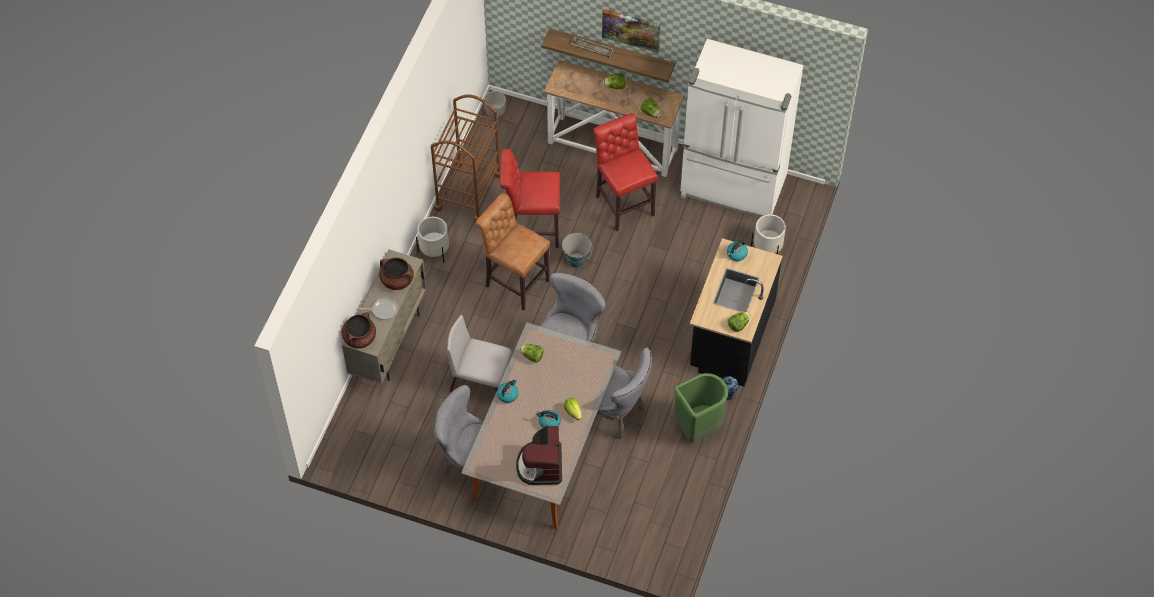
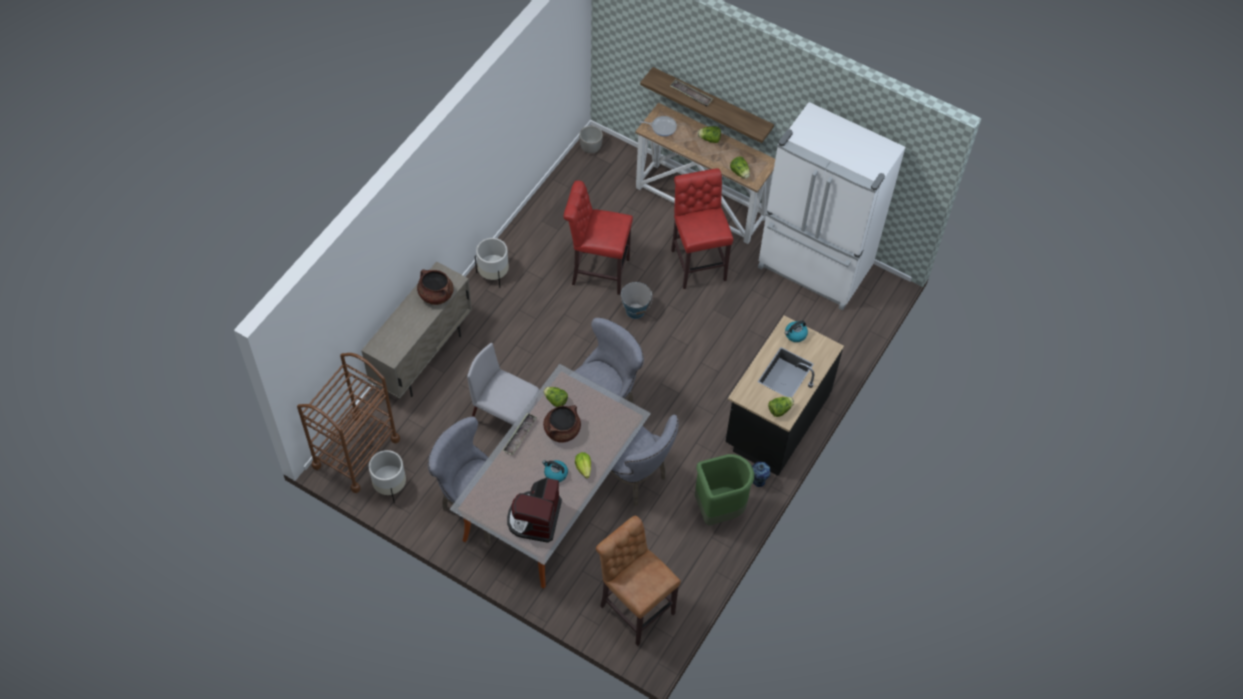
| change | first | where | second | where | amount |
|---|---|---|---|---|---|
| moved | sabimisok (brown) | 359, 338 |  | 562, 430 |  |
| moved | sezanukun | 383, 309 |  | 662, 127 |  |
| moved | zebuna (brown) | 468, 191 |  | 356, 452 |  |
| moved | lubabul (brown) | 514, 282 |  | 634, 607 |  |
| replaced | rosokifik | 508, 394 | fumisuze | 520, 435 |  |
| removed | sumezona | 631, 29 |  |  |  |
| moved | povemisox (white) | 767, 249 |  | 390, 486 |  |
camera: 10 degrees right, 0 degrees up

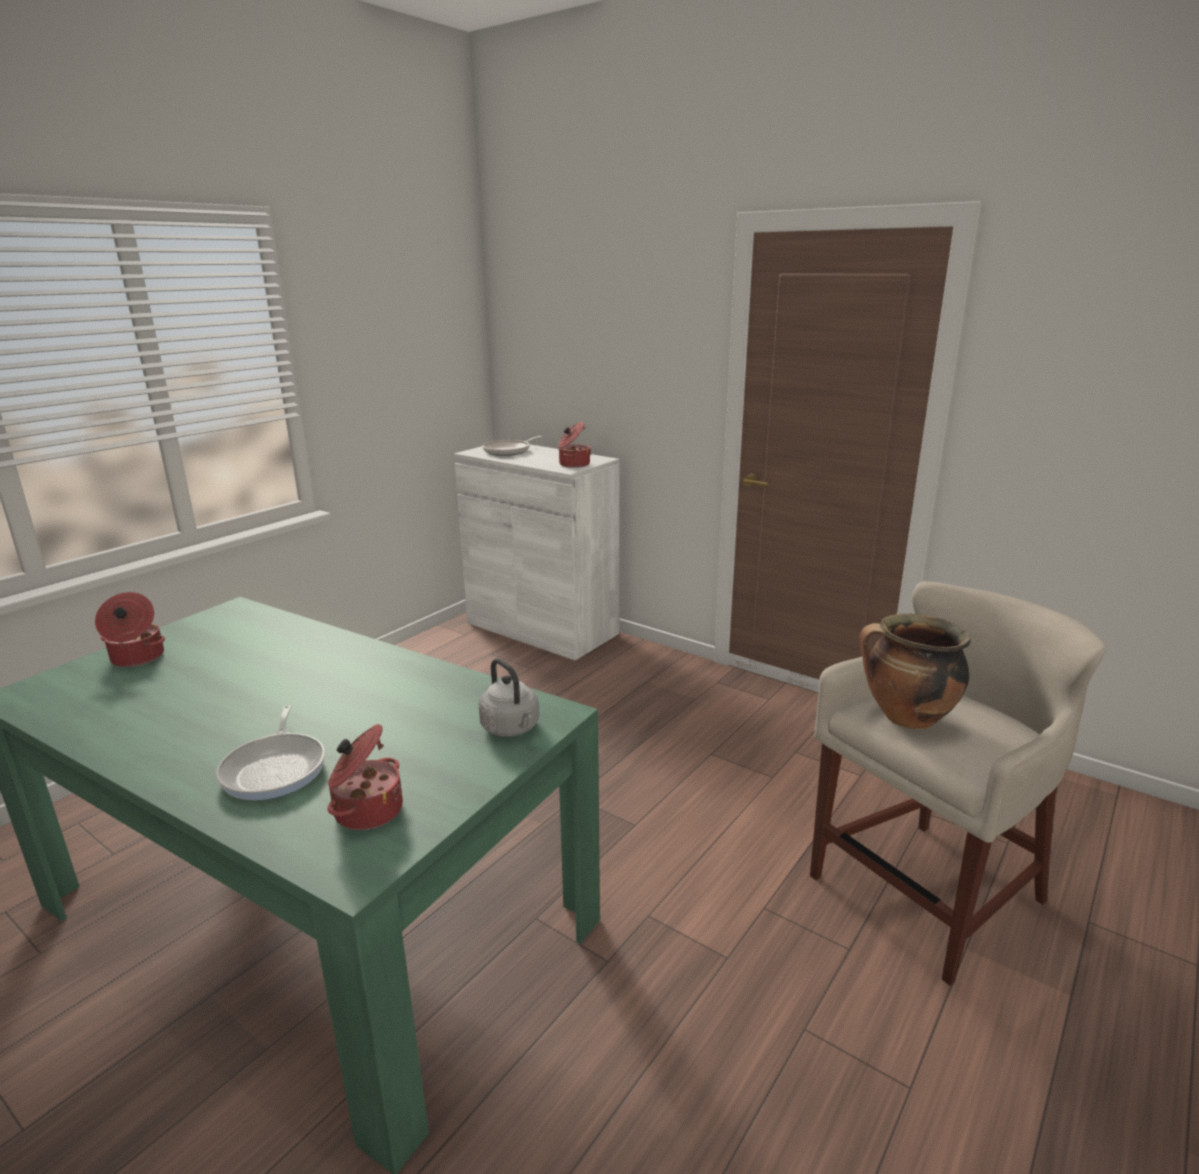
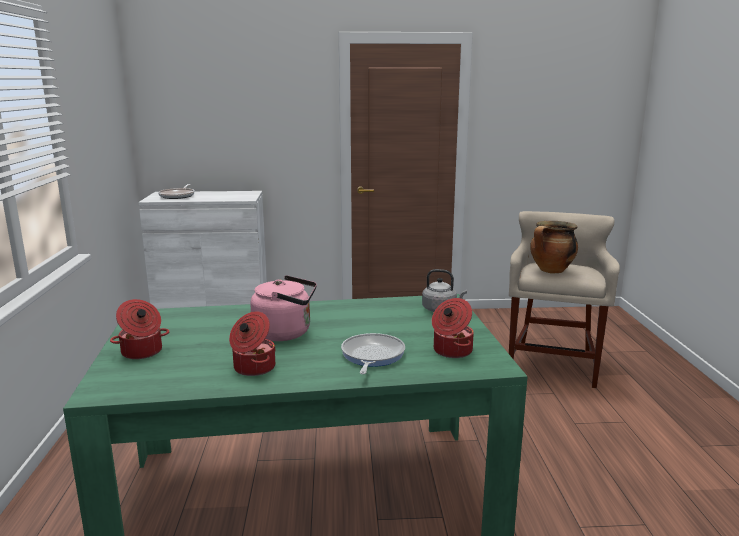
| change | first | where | second | where | amount |
|---|---|---|---|---|---|
| turned | sezanukun | 276, 768 |  | 371, 356 | 120 degrees counterclockwise |
| moved | sabimisok | 573, 464 |  | 253, 368 |  |
| added |  |  | rosokifik (pink) | 286, 333 |  |
camera: 40 degrees left, 5 degrees down

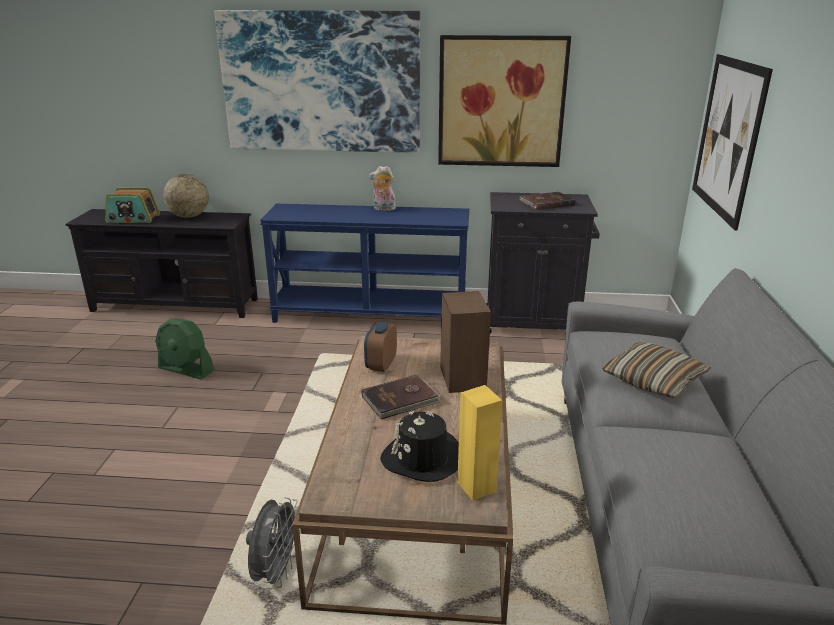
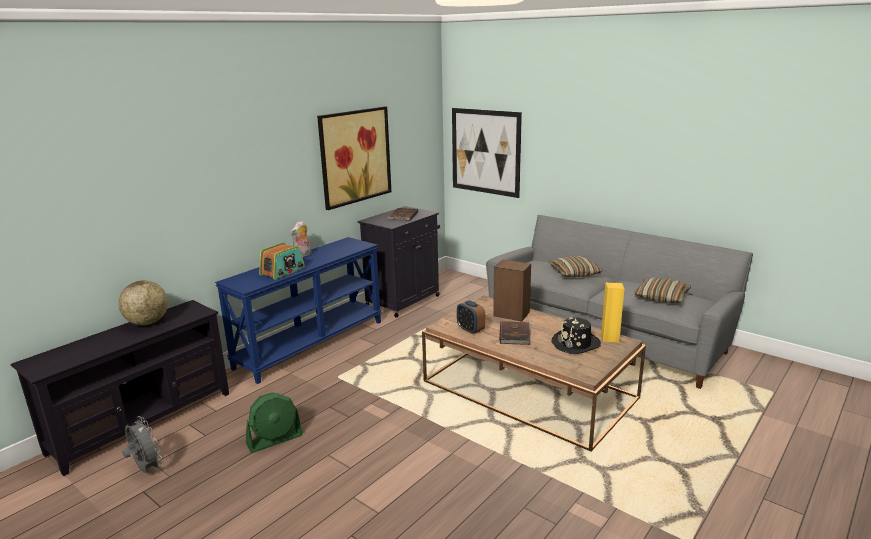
| change | first | where | second | where | amount |
|---|---|---|---|---|---|
| moved | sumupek | 133, 219 |  | 283, 271 |  |
| removed | sumezona | 321, 82 |  |  |  |
| moved | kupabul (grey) | 276, 573 |  | 146, 469 |  |
| added |  |  | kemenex | 661, 297 |  |
camera: 55 degrees left, 5 degrees down

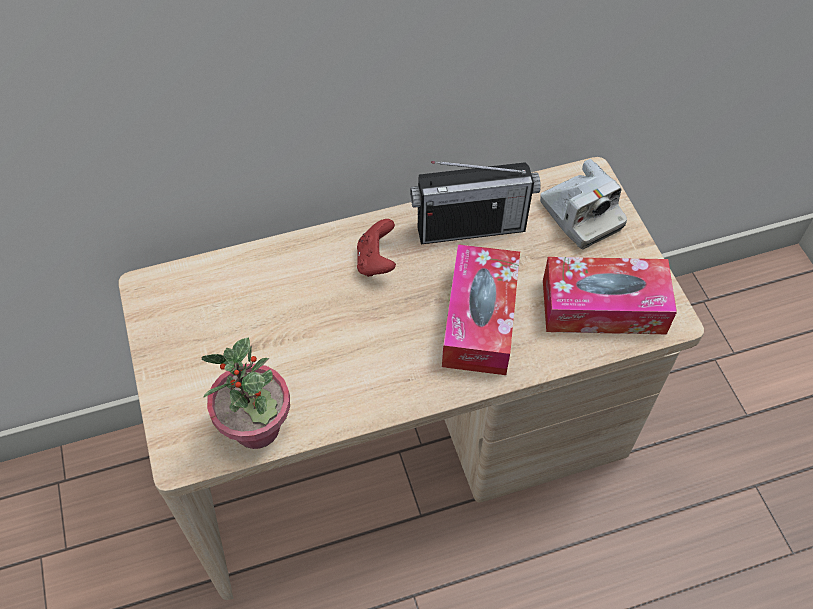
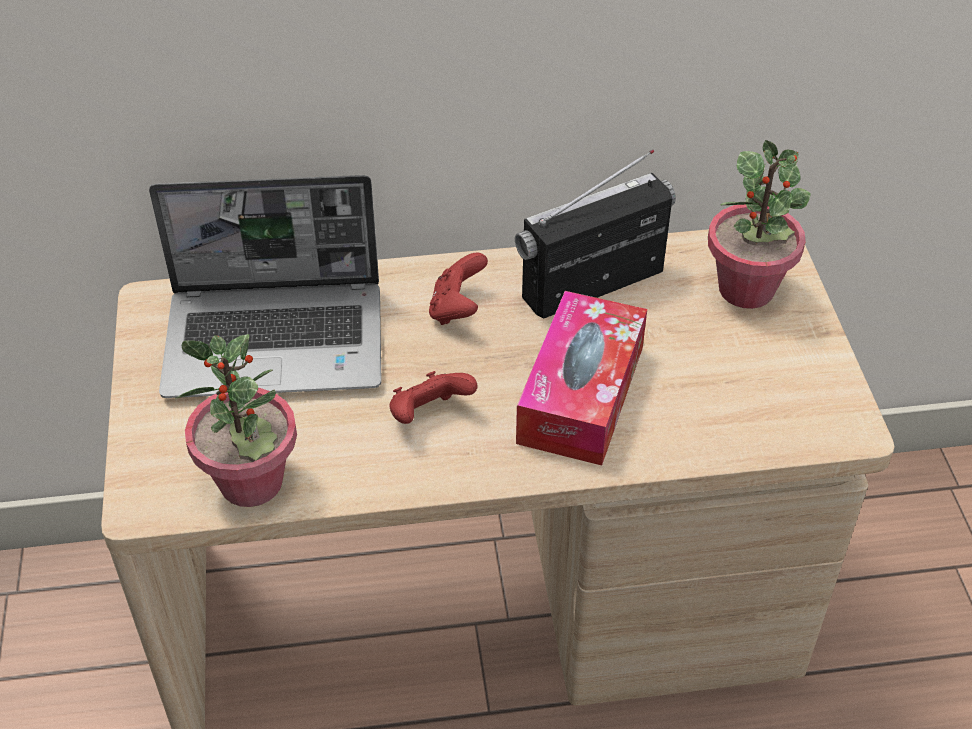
| change | first | where | second | where | amount |
|---|---|---|---|---|---|
| turned | sumupek | 470, 227 |  | 593, 285 | 150 degrees clockwise |
| replaced | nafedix | 580, 216 | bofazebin | 747, 289 |  |
| removed | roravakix | 603, 306 |  |  |  |
| added |  |  | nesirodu | 278, 340 |  |
| added |  |  | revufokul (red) | 429, 415 |  |
camera: 10 degrees right, 10 degrees down

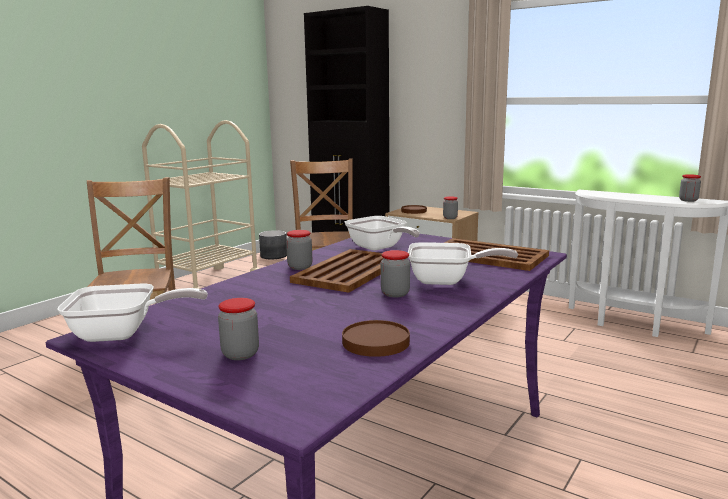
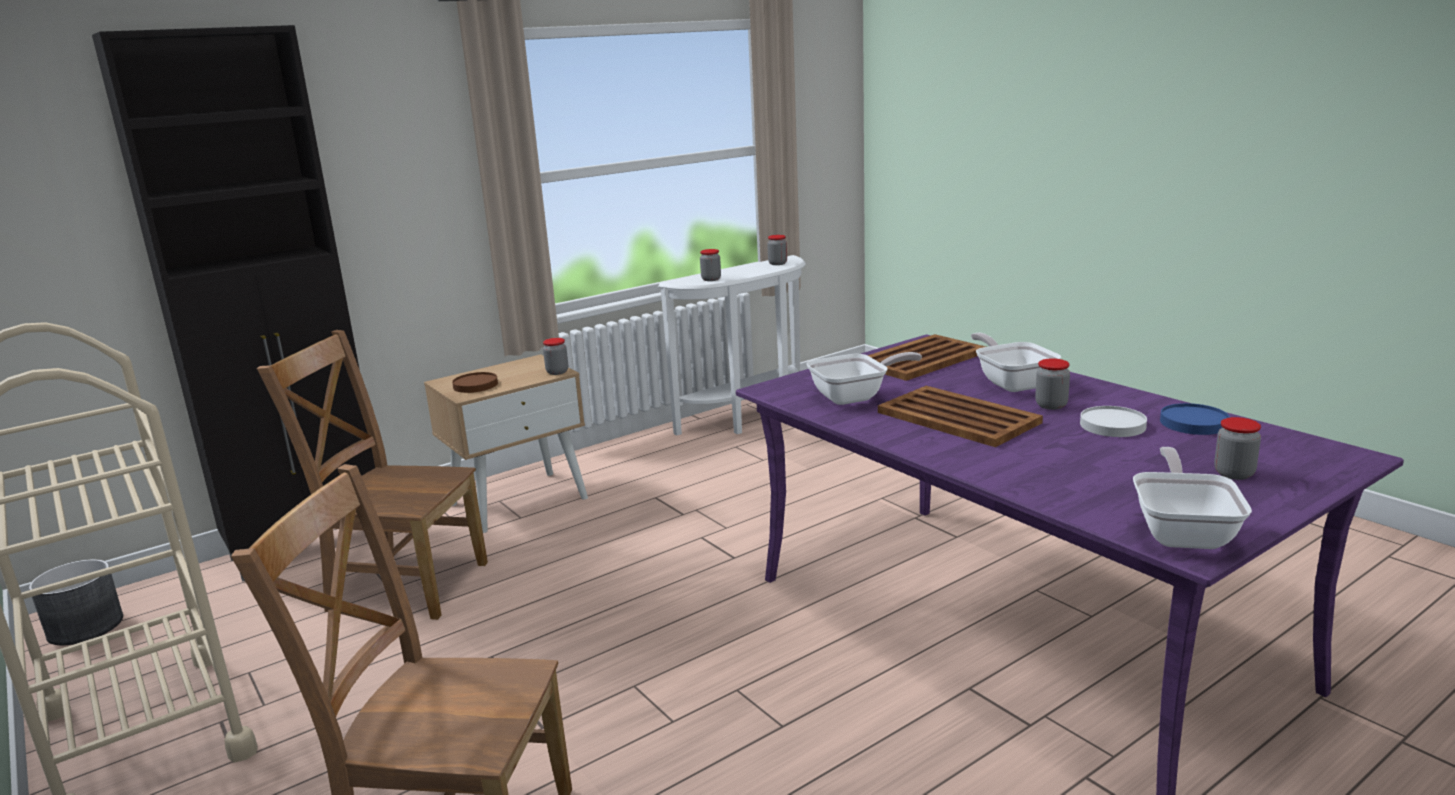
| change | first | where | second | where | amount |
|---|---|---|---|---|---|
| moved | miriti | 300, 267 |  | 711, 279 |  |
| recoloured | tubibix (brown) | 376, 342 | tubibix (blue) | 1193, 423 |  |
| turned | sezanukun | 447, 281 |  | 1011, 383 | 45 degrees counterclockwise |
| added |  |  | tubibix (white) | 1113, 425 |  |
camera: 70 degrees left, 5 degrees up

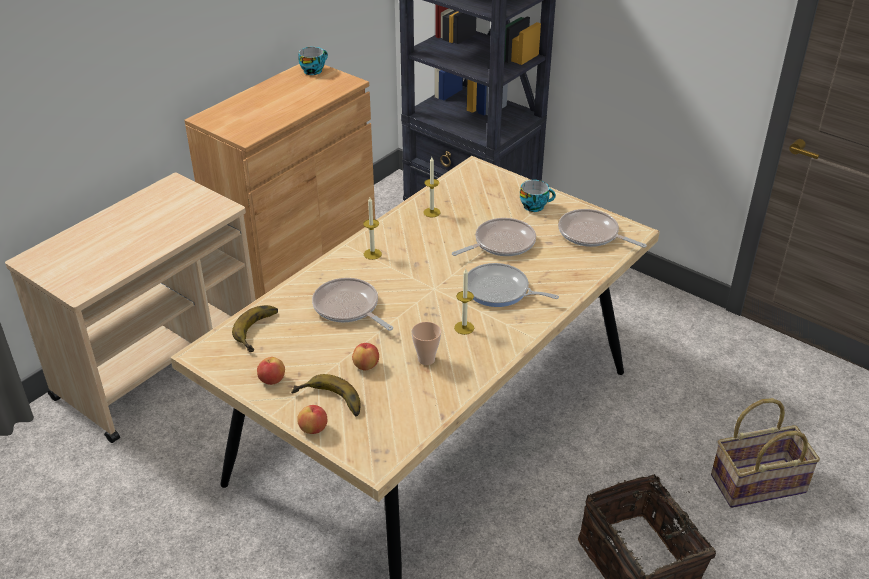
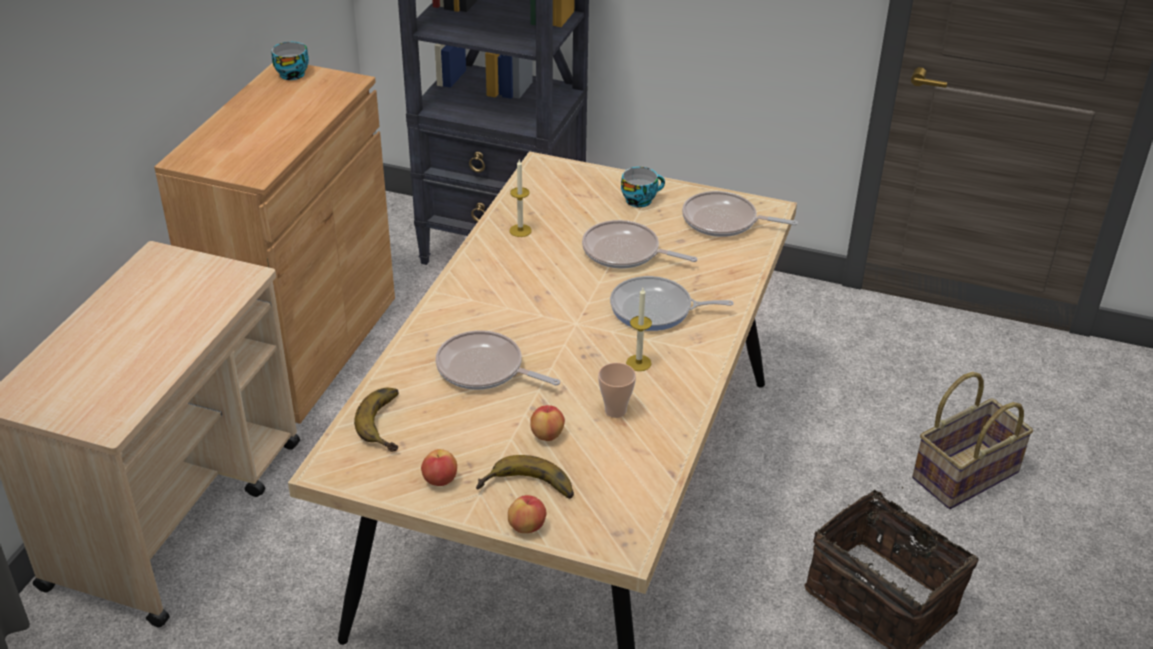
| change | first | where | second | where | amount |
|---|---|---|---|---|---|
| removed | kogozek | 372, 254 |  |  |  |
| turned | sezanukun | 501, 243 |  | 625, 252 | 105 degrees counterclockwise |
camera: 20 degrees left, 0 degrees up

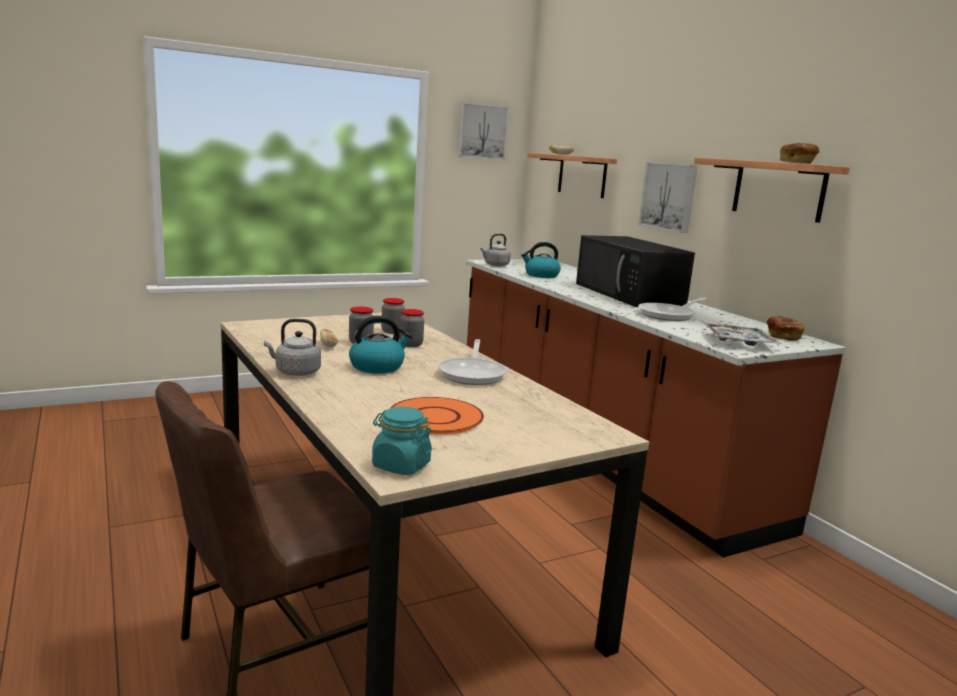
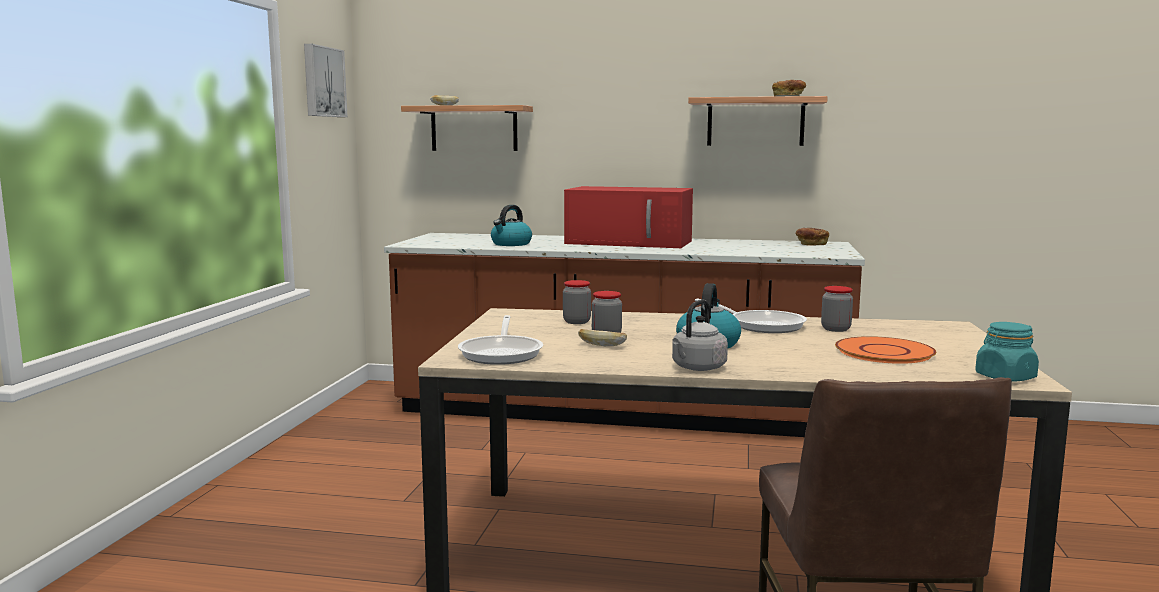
| change | first | where | second | where | amount |
|---|---|---|---|---|---|
| moved | miriti | 411, 344 |  | 835, 329 |  |
| removed | rosokifik (grey) | 495, 265 |  |  |  |
| recoloured | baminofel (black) | 630, 294 | baminofel (red) | 630, 242 |  |
| removed | sumezona | 669, 196 |  |  |  |
| moved | sezanukun | 669, 315 |  | 502, 353 |  |
| removed | fumisuze | 738, 342 |  |  |  |
camera: 50 degrees left, 5 degrees down

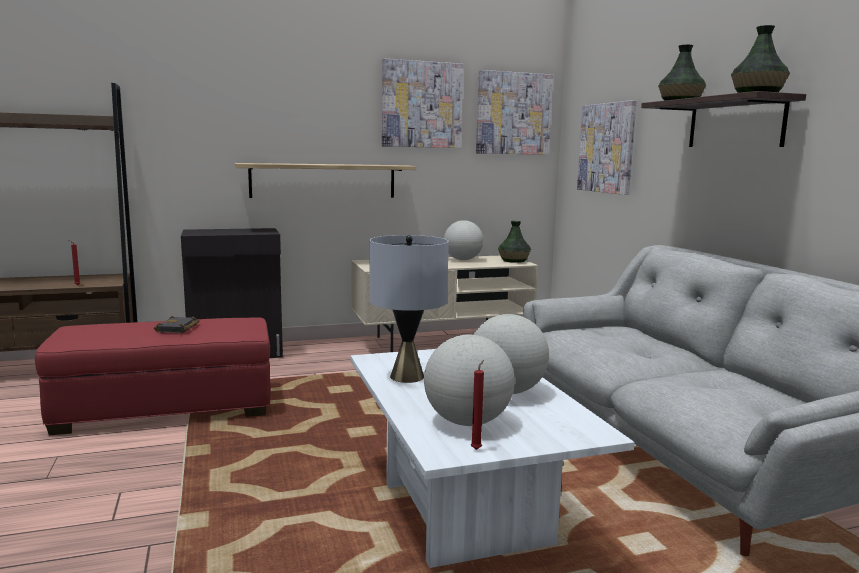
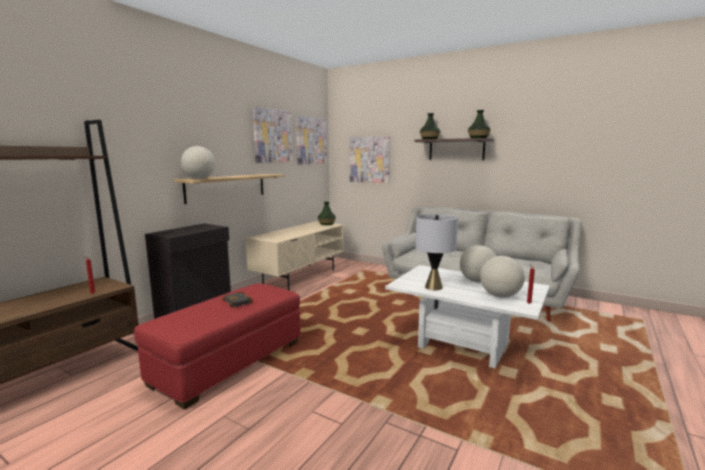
| change | first | where | second | where | amount |
|---|---|---|---|---|---|
| moved | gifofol | 462, 260 |  | 199, 178 |  |
camera: 40 degrees left, 0 degrees up

